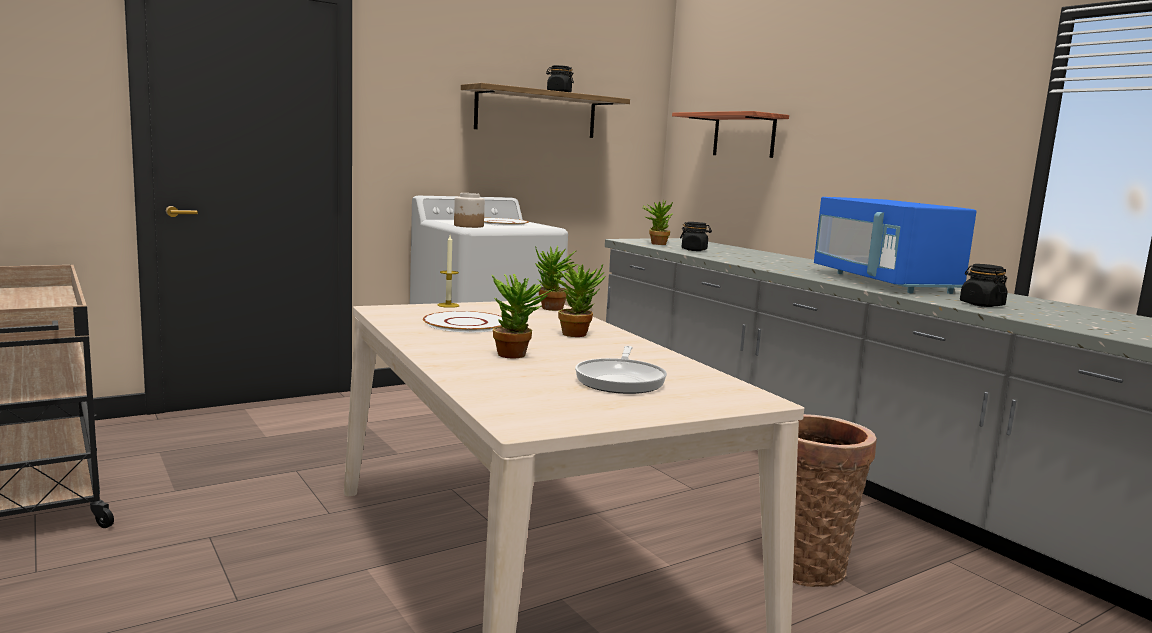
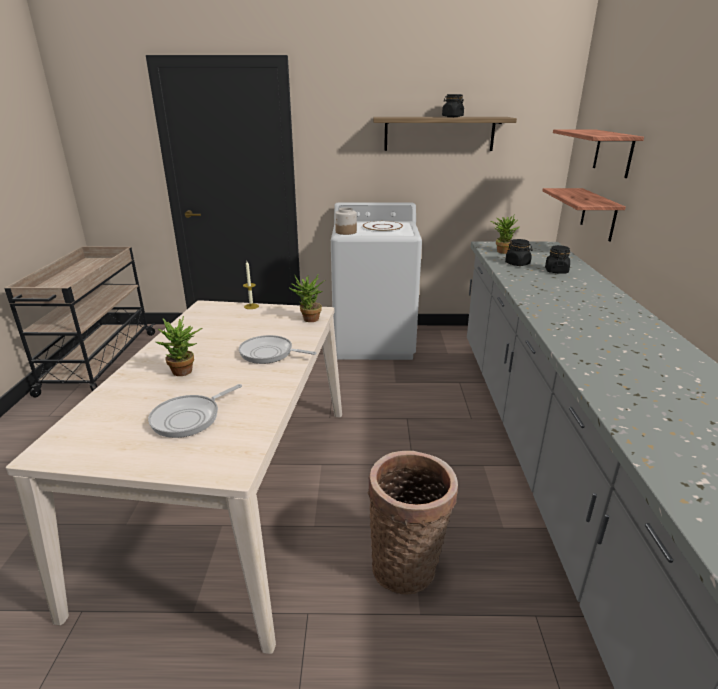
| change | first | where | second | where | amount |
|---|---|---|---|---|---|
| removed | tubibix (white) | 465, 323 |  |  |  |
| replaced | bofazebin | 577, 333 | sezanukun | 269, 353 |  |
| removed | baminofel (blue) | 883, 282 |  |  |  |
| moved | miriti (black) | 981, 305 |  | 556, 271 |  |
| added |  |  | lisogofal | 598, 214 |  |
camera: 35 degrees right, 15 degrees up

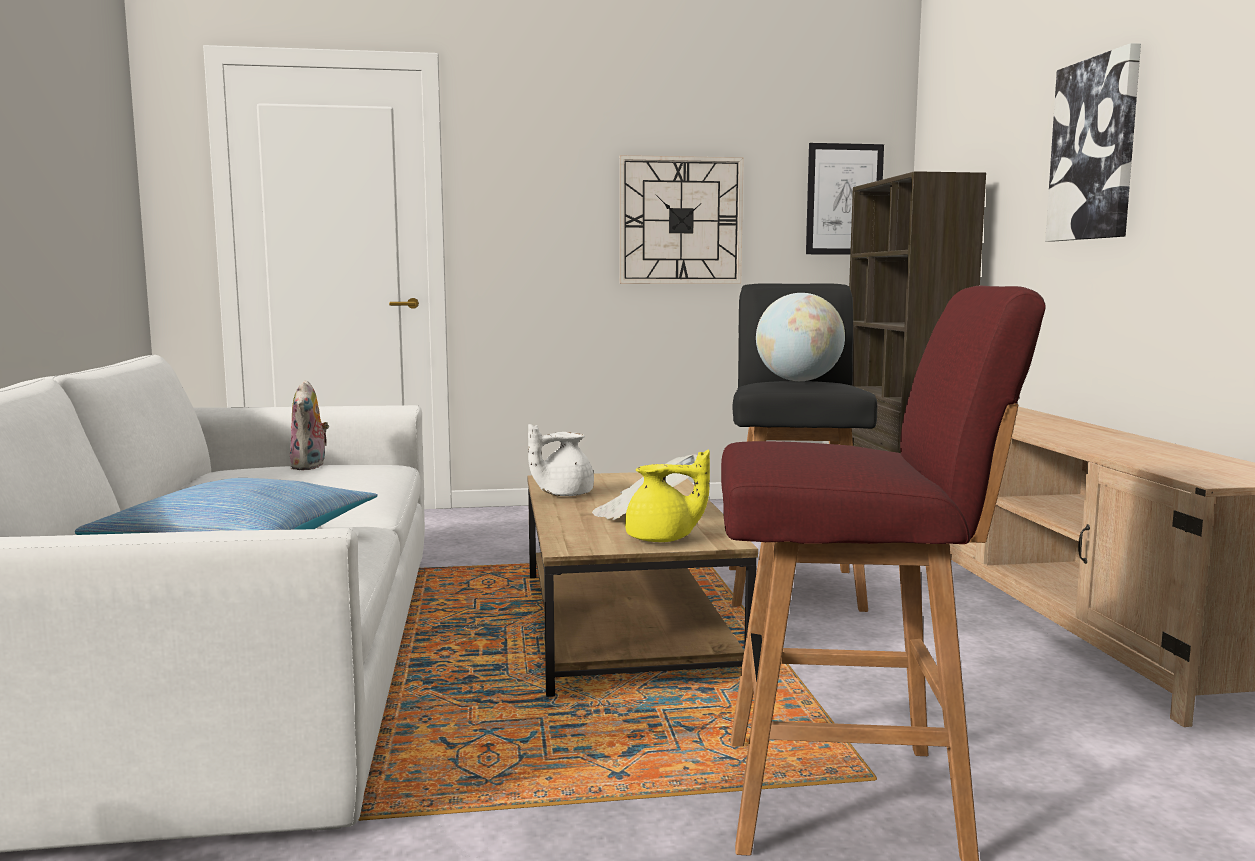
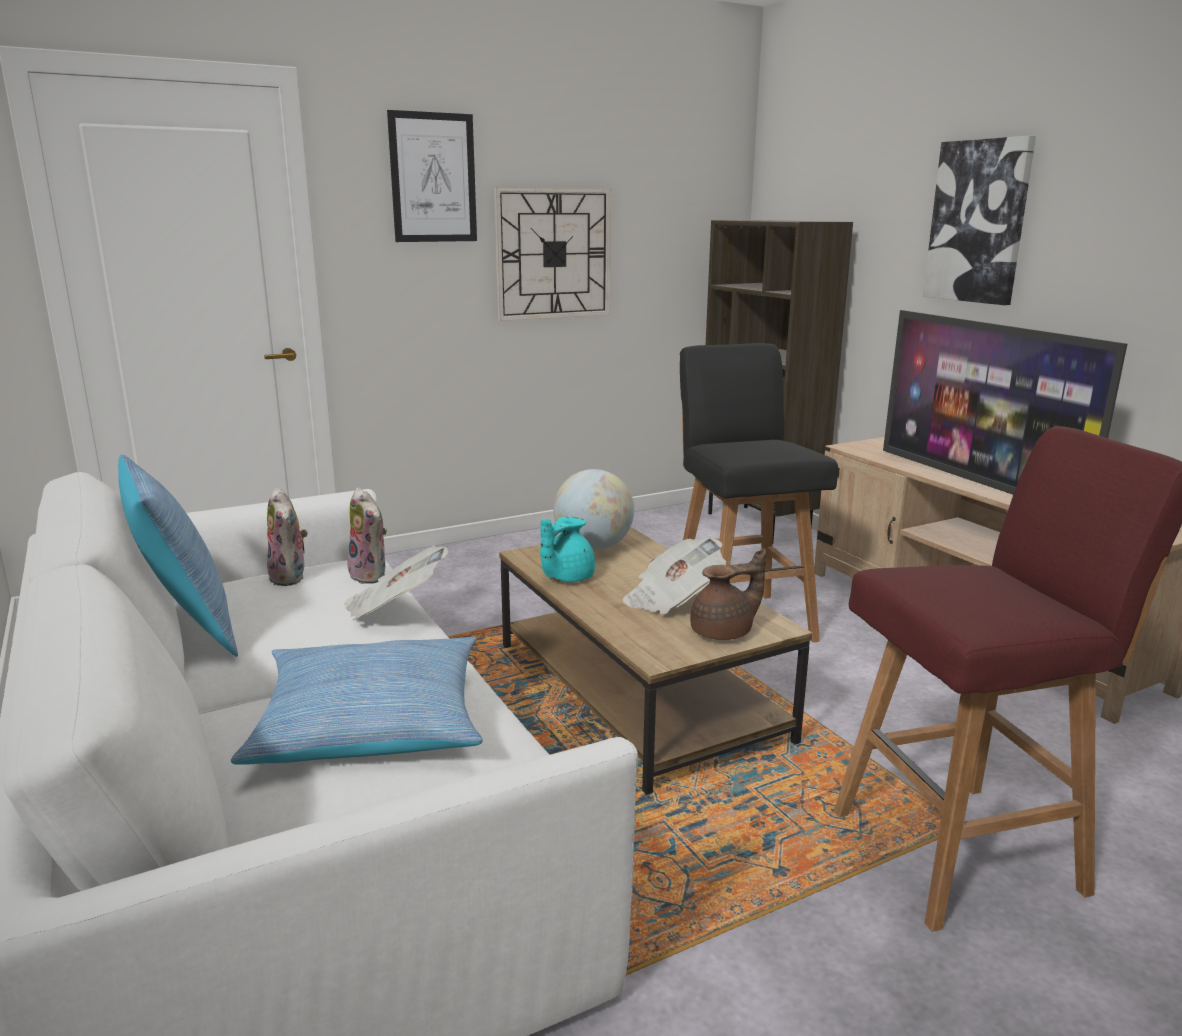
| change | first | where | second | where | amount |
|---|---|---|---|---|---|
| recoloured | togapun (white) | 562, 494 | togapun (turquoise) | 565, 577 |  |
| recoloured | togapun (yellow) | 663, 539 | togapun (brown) | 724, 632 |  |
| moved | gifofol | 798, 381 |  | 593, 547 |  |
| moved | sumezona | 844, 199 |  | 433, 178 |  |
| added |  |  | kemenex | 186, 629 |  |
| added |  |  | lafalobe | 395, 608 |  |
| added |  |  | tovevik | 371, 576 |  |
| added |  |  | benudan | 978, 482 |  |
camera: 20 degrees left, 10 degrees up

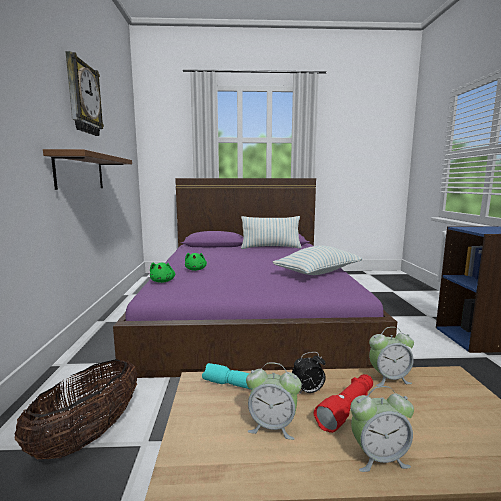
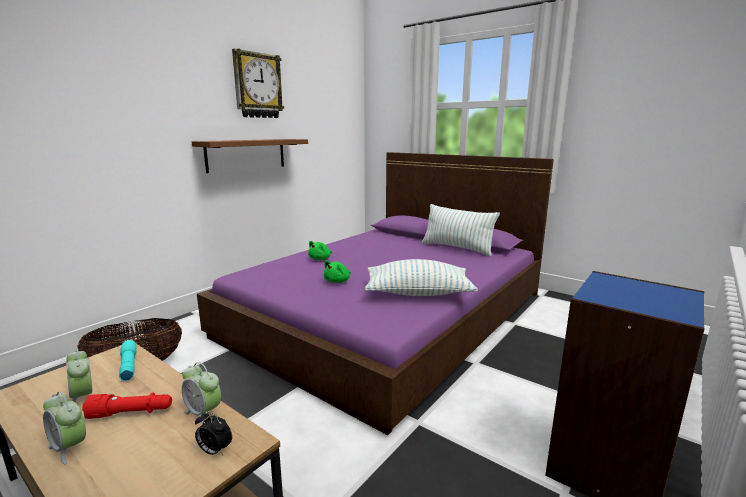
| change | first | where | second | where | amount |
|---|---|---|---|---|---|
| moved | tovevik (green) | 163, 281 |  | 338, 281 |  |
| moved | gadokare | 308, 391 |  | 214, 451 |  |
camera: 40 degrees right, 5 degrees up

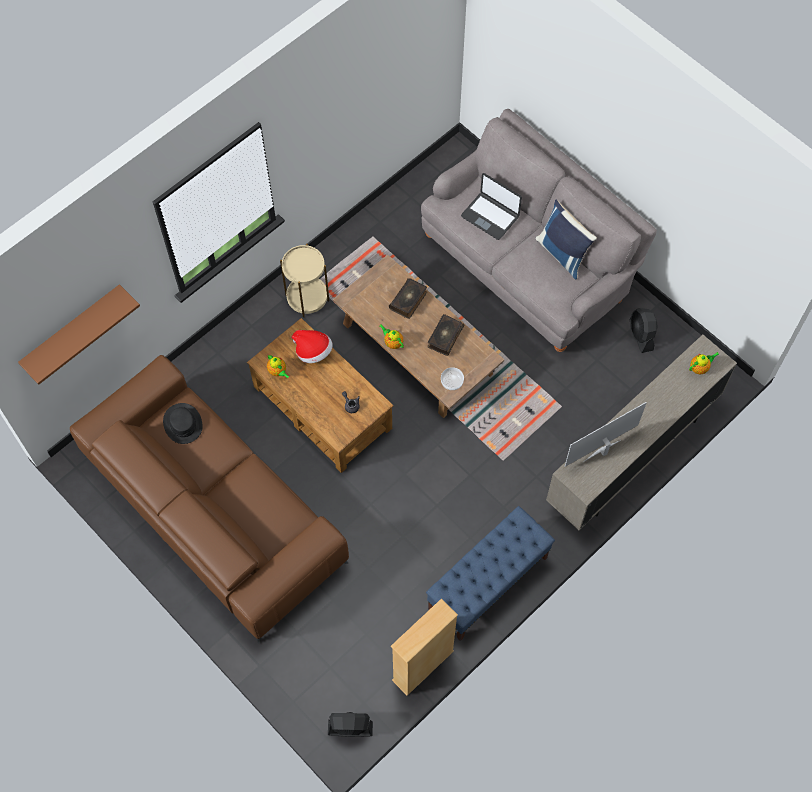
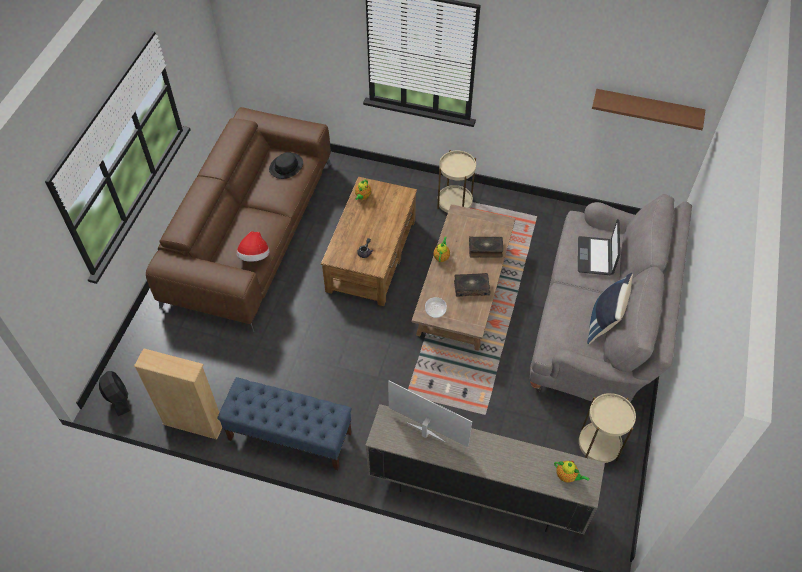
| change | first | where | second | where | amount |
|---|---|---|---|---|---|
| moved | lisogofal (brown) | 72, 329 |  | 647, 108 |  |
| moved | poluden | 313, 351 |  | 254, 256 |  |
| replaced | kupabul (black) | 641, 335 | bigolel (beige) | 599, 445 |  |
camera: 60 degrees right, 10 degrees down

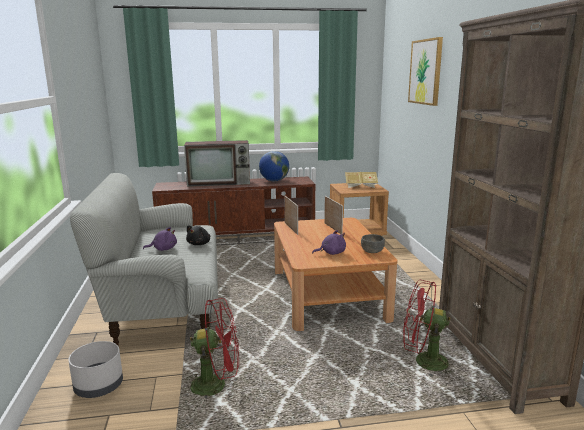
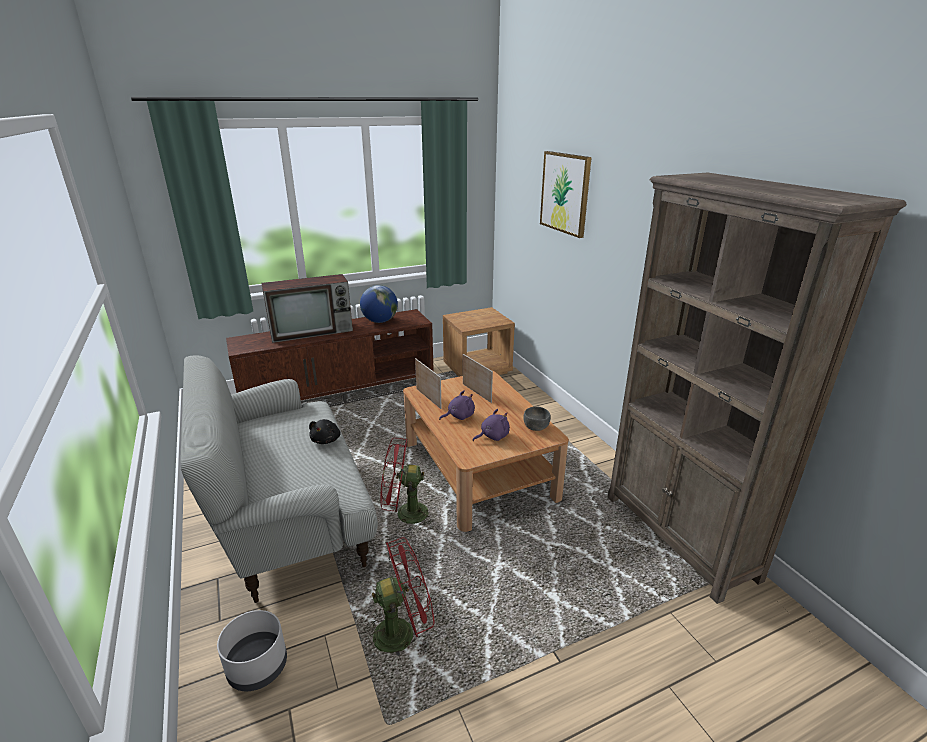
| change | first | where | second | where | amount |
|---|---|---|---|---|---|
| moved | tovevik (purple) | 163, 249 |  | 459, 416 |  |
| removed | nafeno | 360, 186 |  |  |  |
| moved | kupabul (red) | 423, 362 |  | 405, 515 |  |
camera: 15 degrees left, 10 degrees up

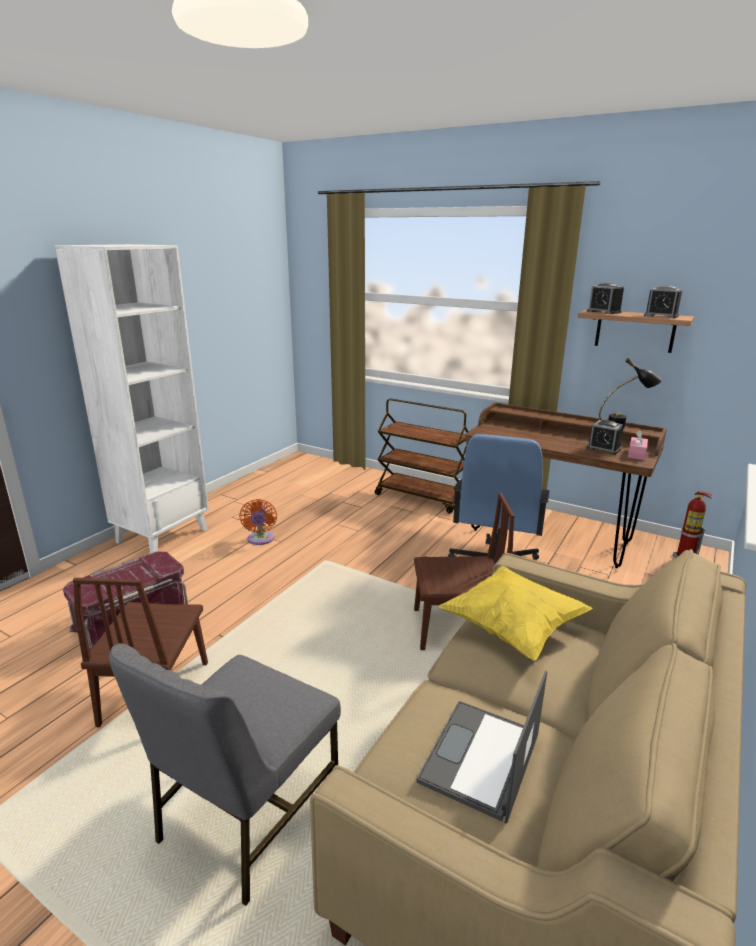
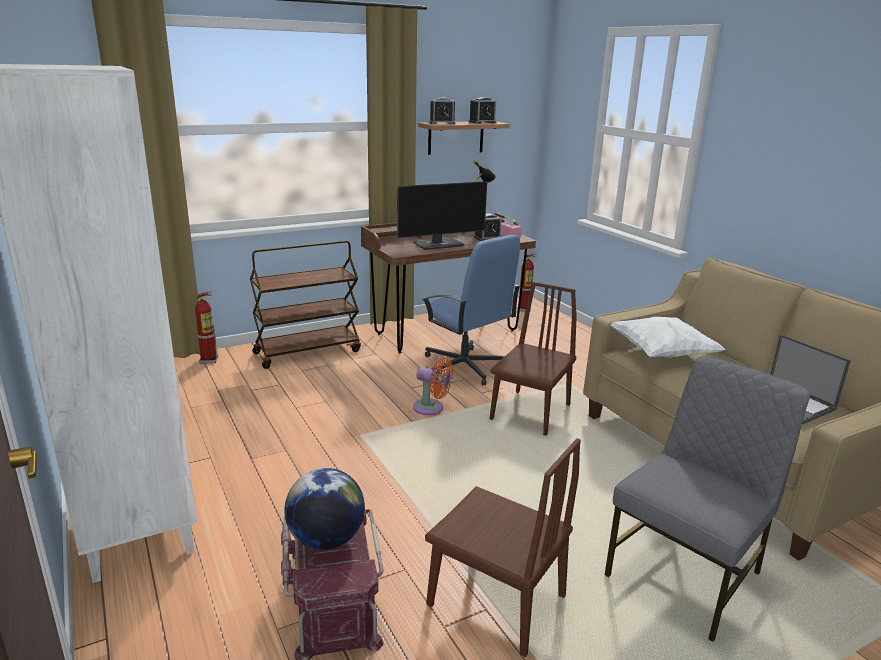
| change | first | where | second | where | amount |
|---|---|---|---|---|---|
| turned | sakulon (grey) | 246, 816 |  | 687, 575 | 105 degrees counterclockwise |
| moved | kupabul (orange) | 260, 540 |  | 431, 408 |  |
| recoloured | kemenex (yellow) | 513, 629 | kemenex (white) | 661, 354 |  |
| added |  |  | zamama | 209, 360 |  |
| added |  |  | gifofol | 326, 539 |  |
| added |  |  | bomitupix | 439, 244 |  |
camera: 60 degrees left, 0 degrees up

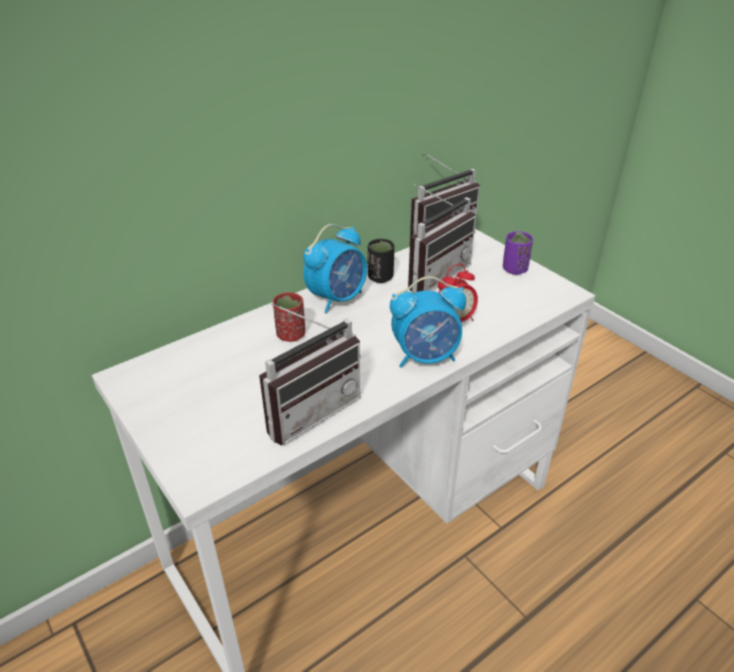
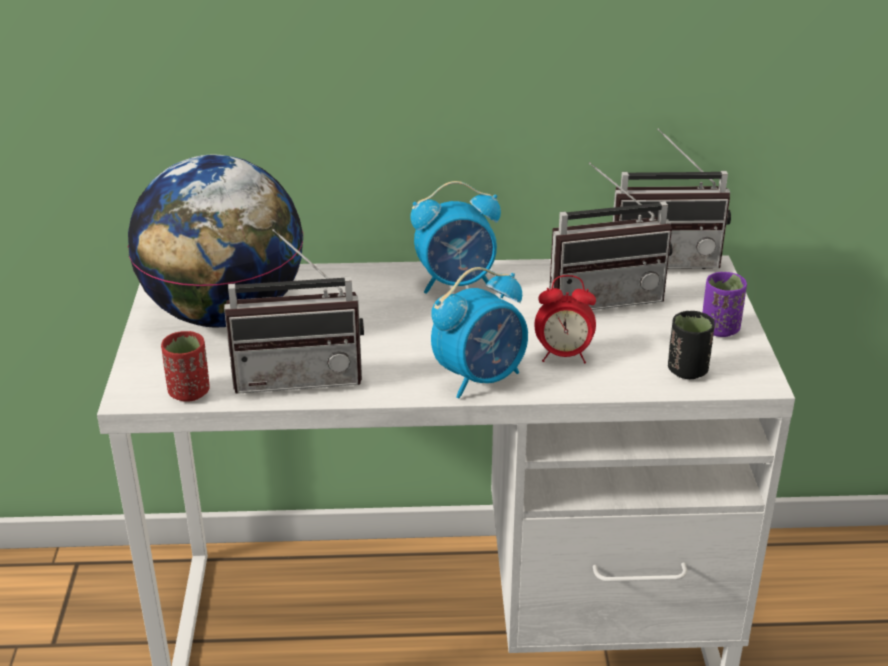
| change | first | where | second | where | amount |
|---|---|---|---|---|---|
| moved | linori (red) | 291, 335 |  | 189, 392 |  |
| moved | linori (black) | 380, 277 |  | 687, 370 |  |
| turned | gadokare | 426, 357 |  | 481, 378 | 60 degrees counterclockwise |
| added |  |  | gifofol | 224, 314 |  |
camera: 35 degrees right, 5 degrees down

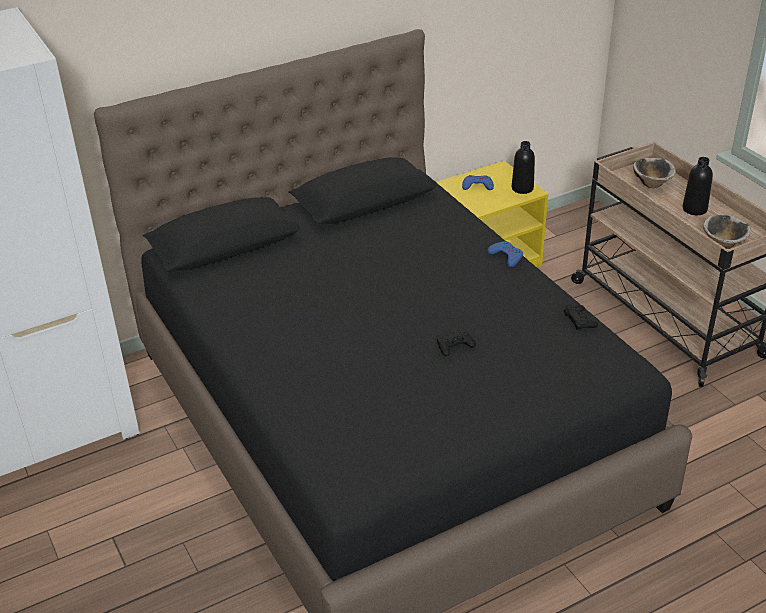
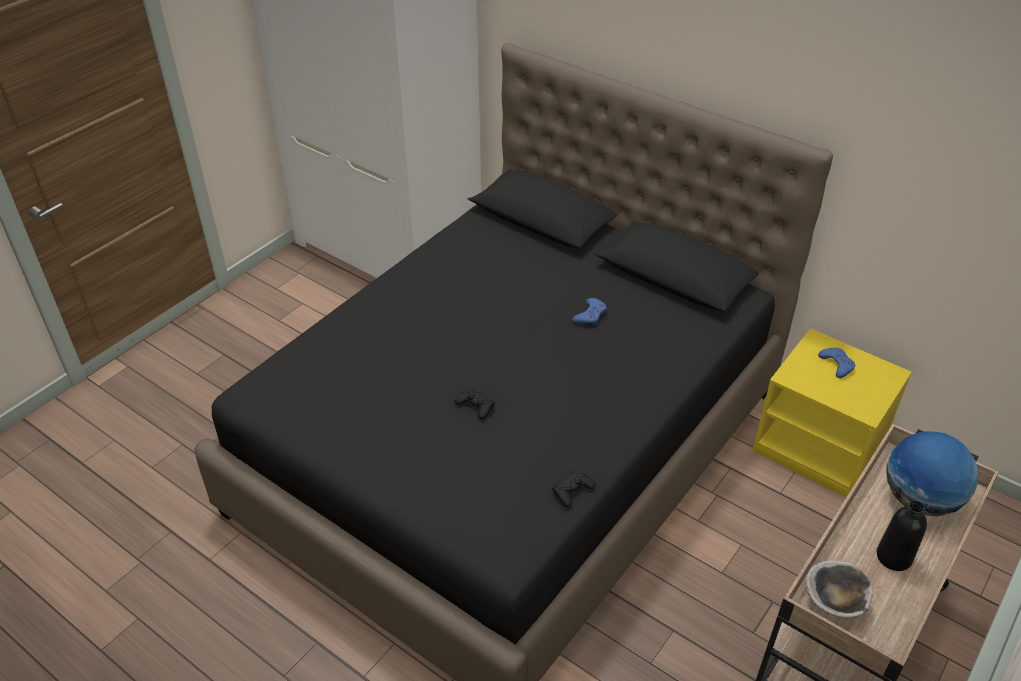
| change | first | where | second | where | amount |
|---|---|---|---|---|---|
| moved | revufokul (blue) | 506, 256 |  | 590, 315 |  |
| removed | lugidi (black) | 522, 188 |  |  |  |
| replaced | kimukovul | 652, 183 | gifofol | 919, 500 |  |
camera: 65 degrees right, 5 degrees up

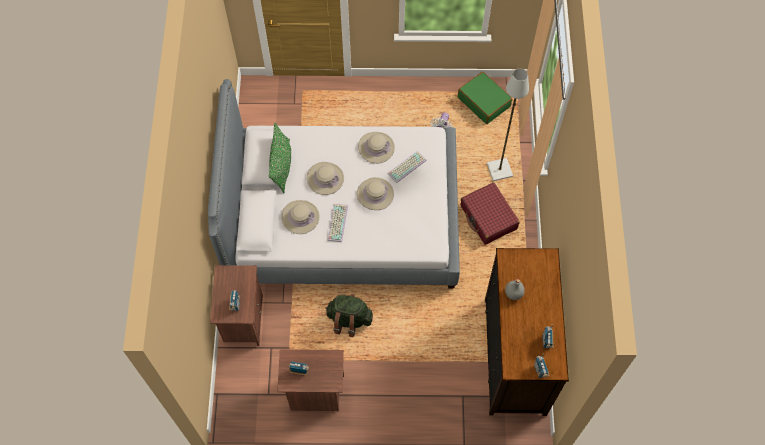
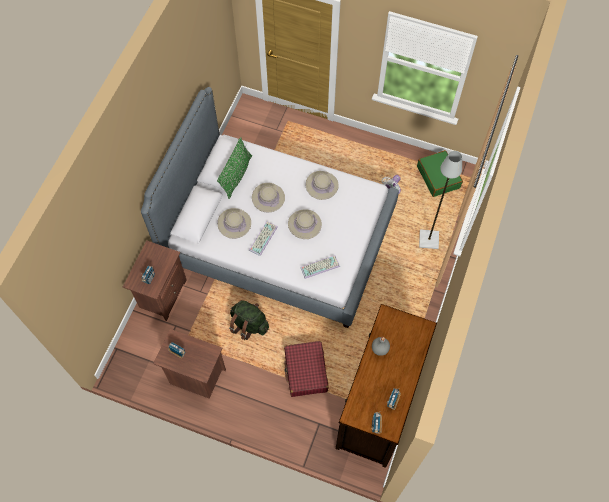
| change | first | where | second | where | amount |
|---|---|---|---|---|---|
| moved | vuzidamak | 407, 166 |  | 320, 266 |  |
| moved | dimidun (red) | 488, 217 |  | 306, 371 |  |
camera: 20 degrees right, 0 degrees up

